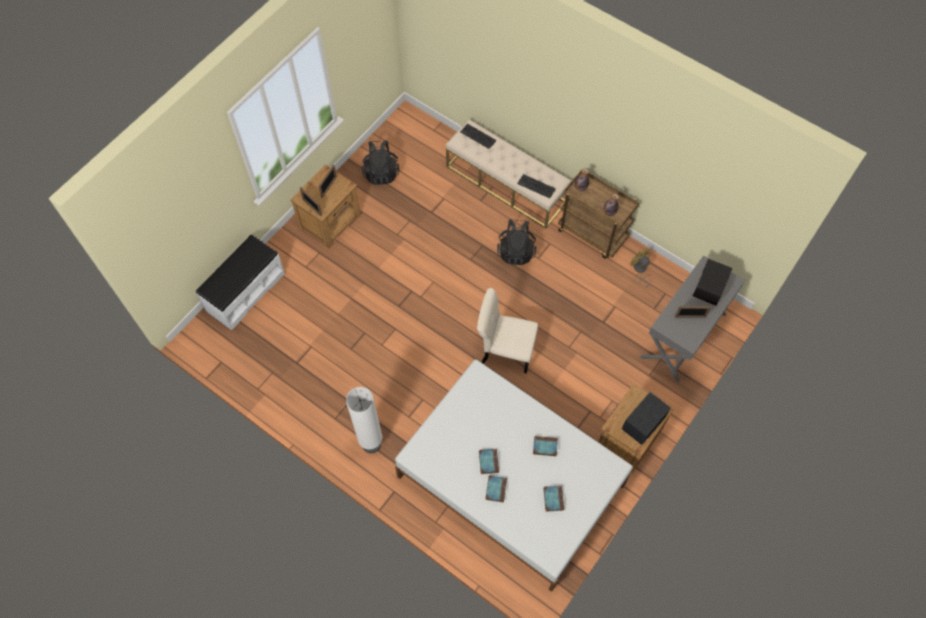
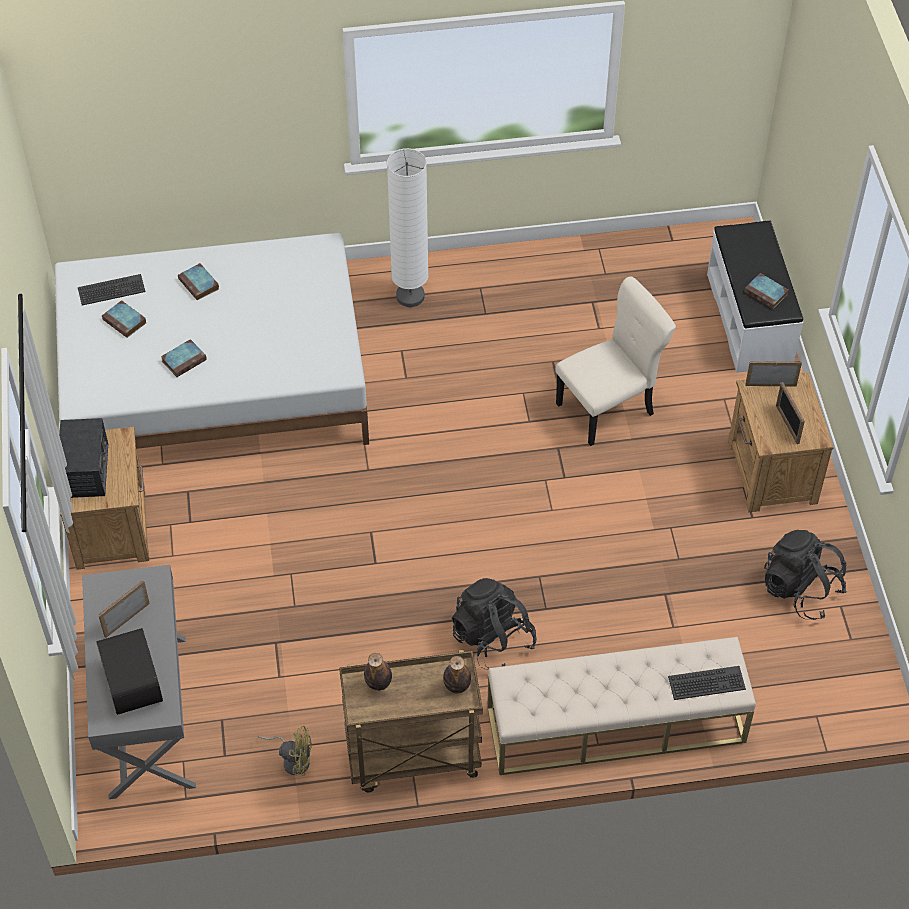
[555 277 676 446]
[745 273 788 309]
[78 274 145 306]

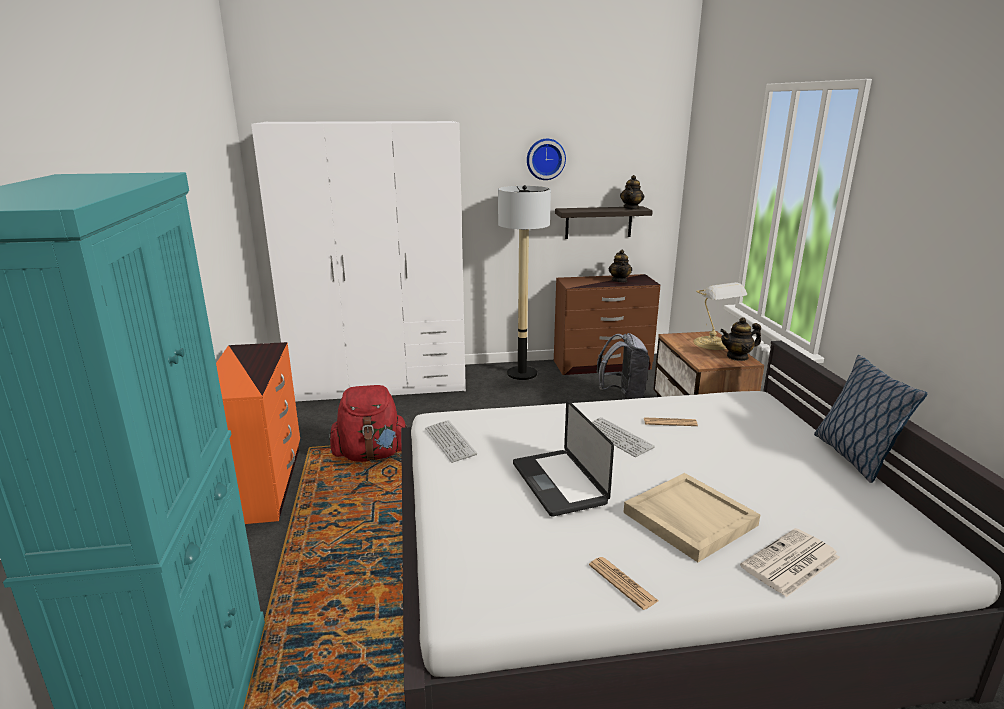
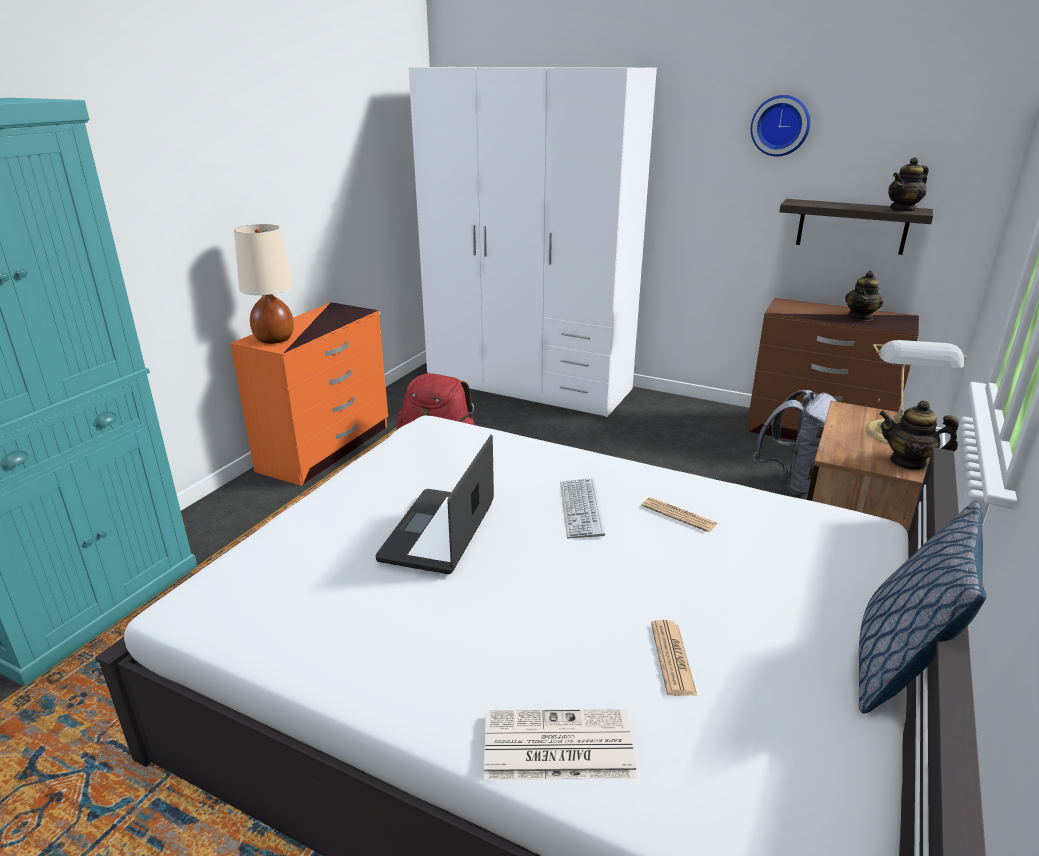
[425 420 477 463] (first image)
[498 185 551 380] (first image)
[651 620 697 696]
[623 473 760 562] (first image)
[234 224 294 344]

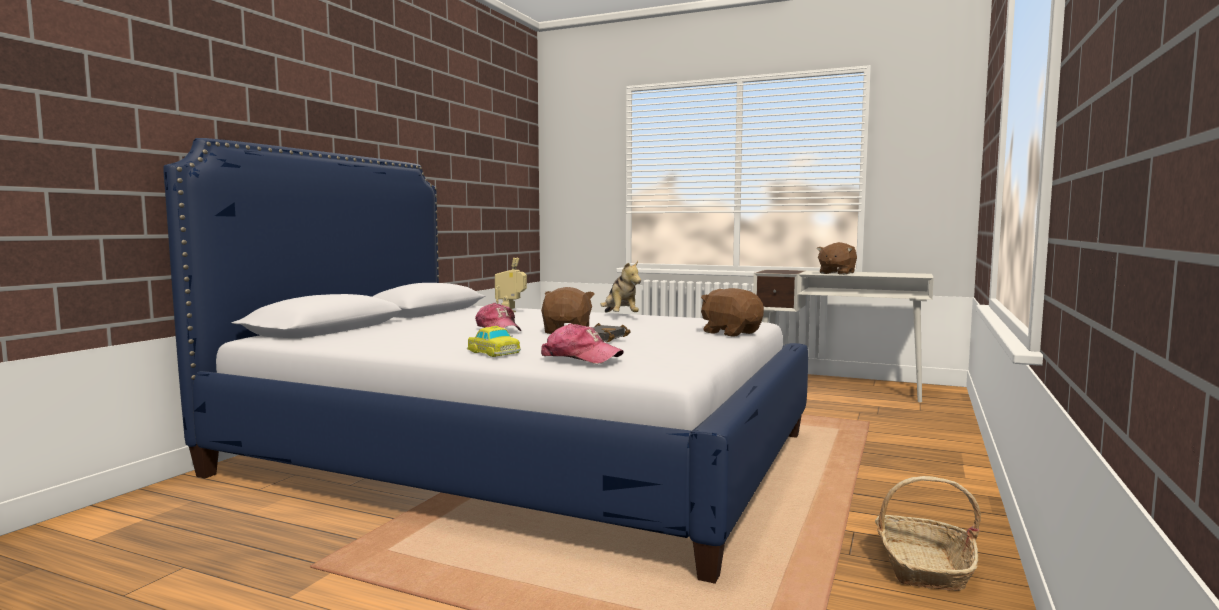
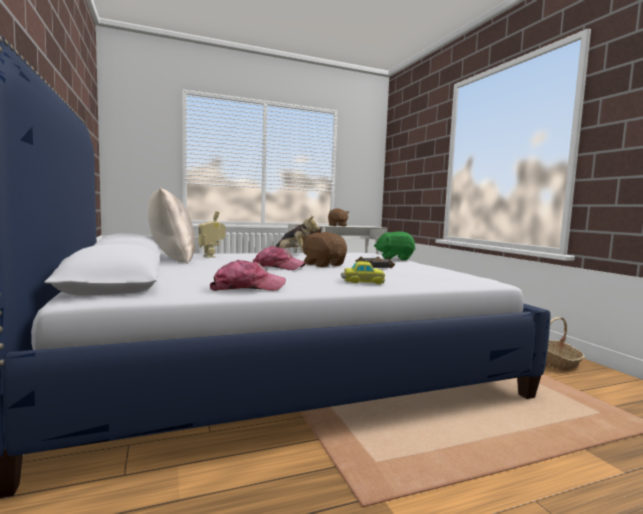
[210 260 286 291]
[374 232 416 261]
[147 188 195 263]

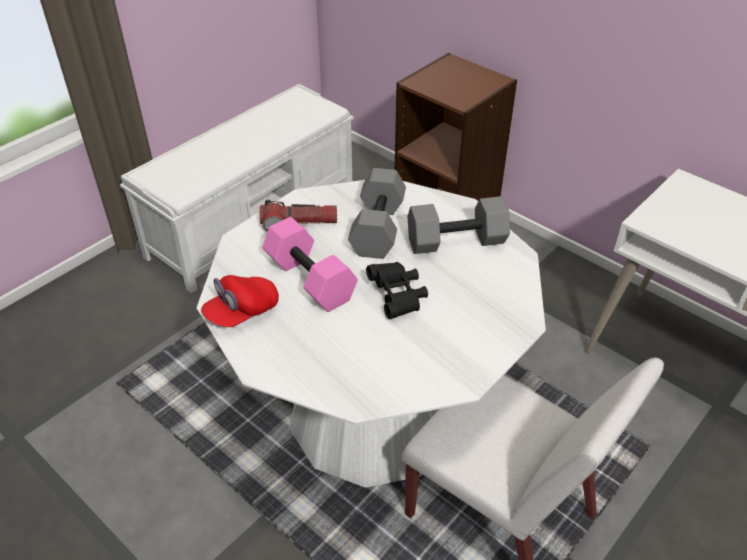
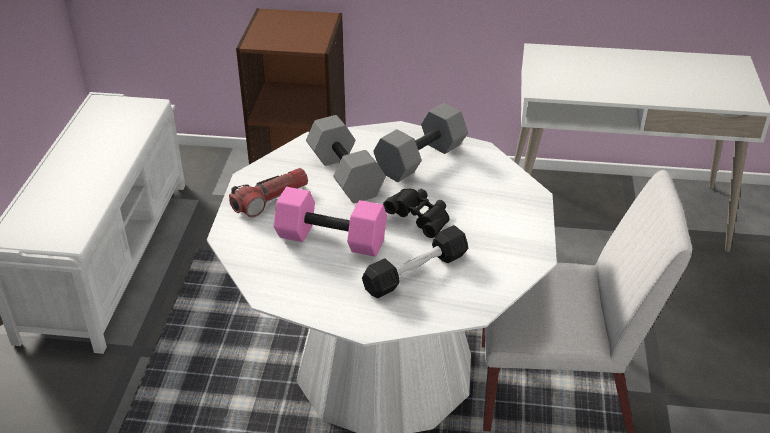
[201 275 279 327] (first image)
[362 225 468 298]

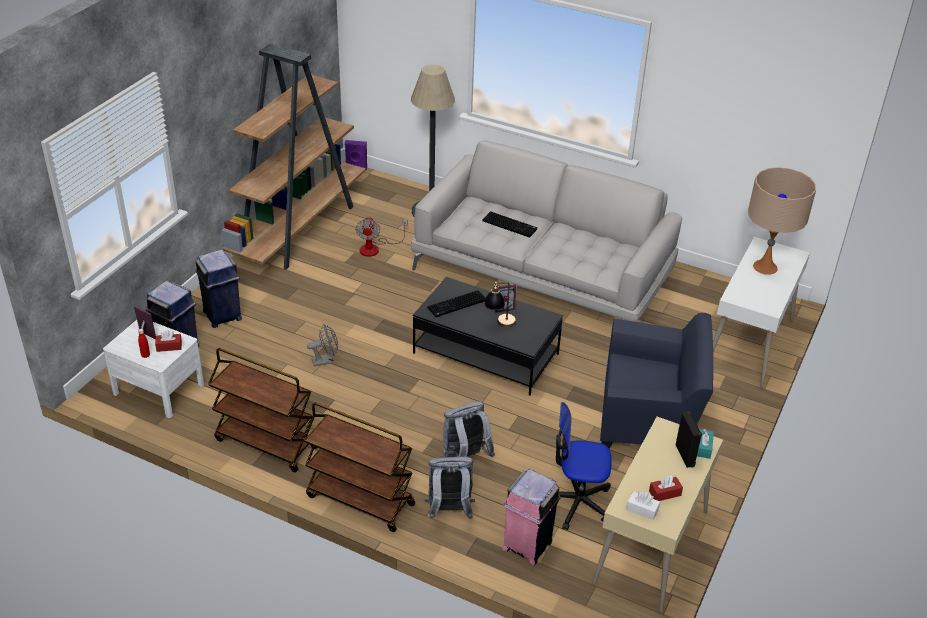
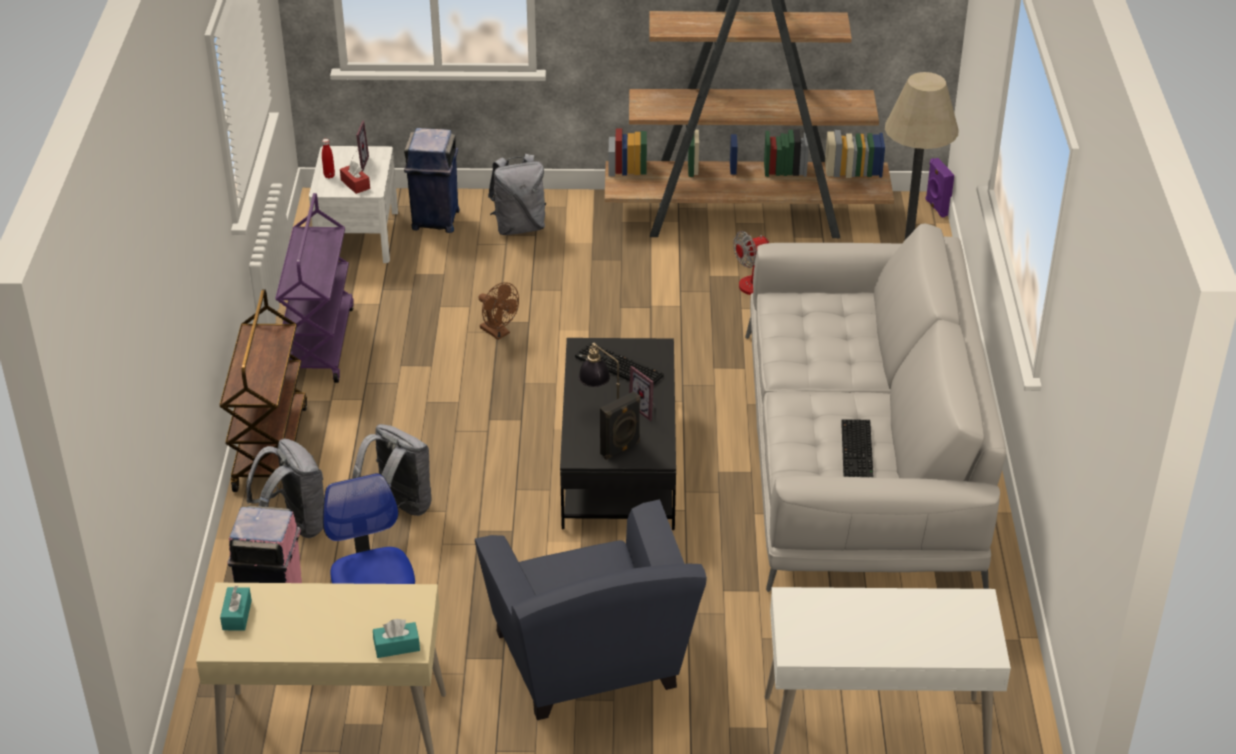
[488 153 546 235]
[275 193 353 383]
[478 282 519 340]
[841 420 874 478]
[220 586 252 631]
[649 475 683 501] (first image)
[600 391 640 460]
[748 167 816 275] (first image)

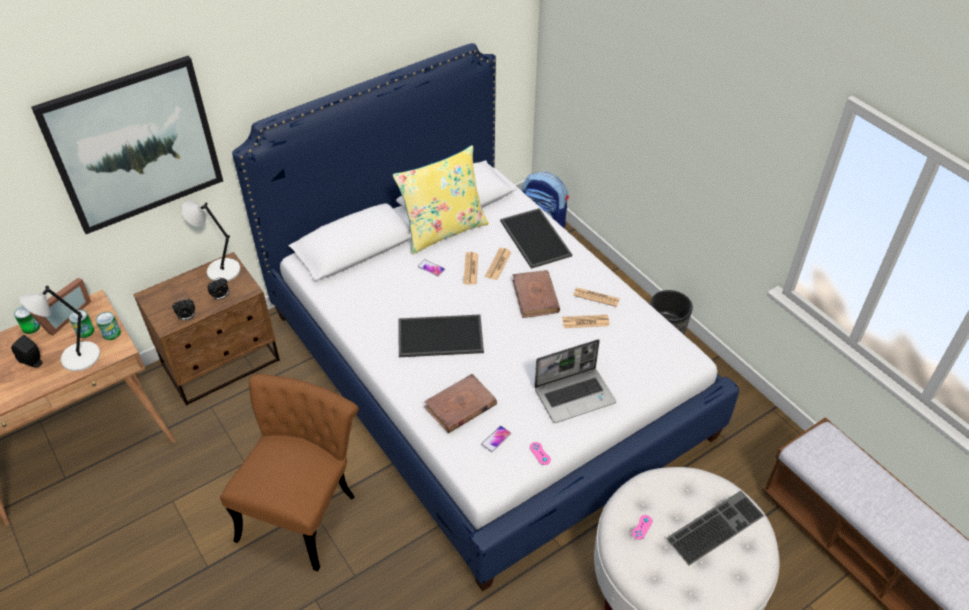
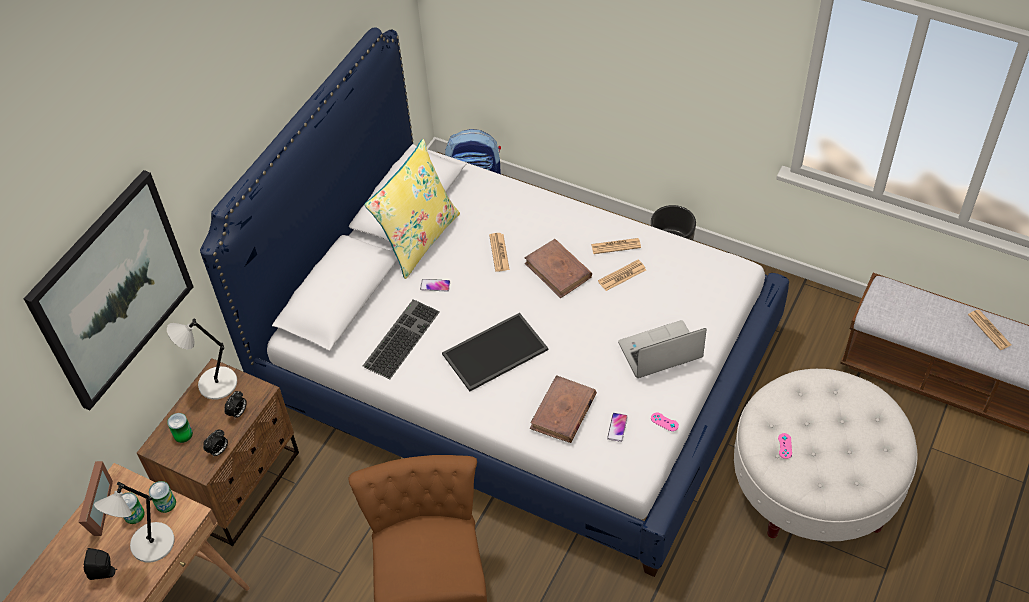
[167 413 193 443]
[968 310 1011 350]
[500 208 572 269] (first image)
[618 320 707 378]
[363 299 440 379]

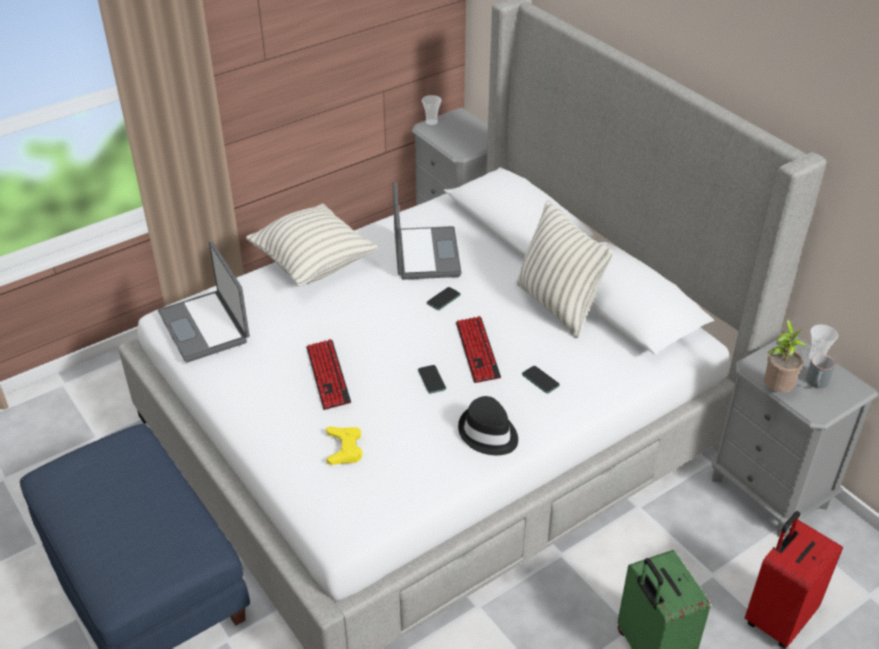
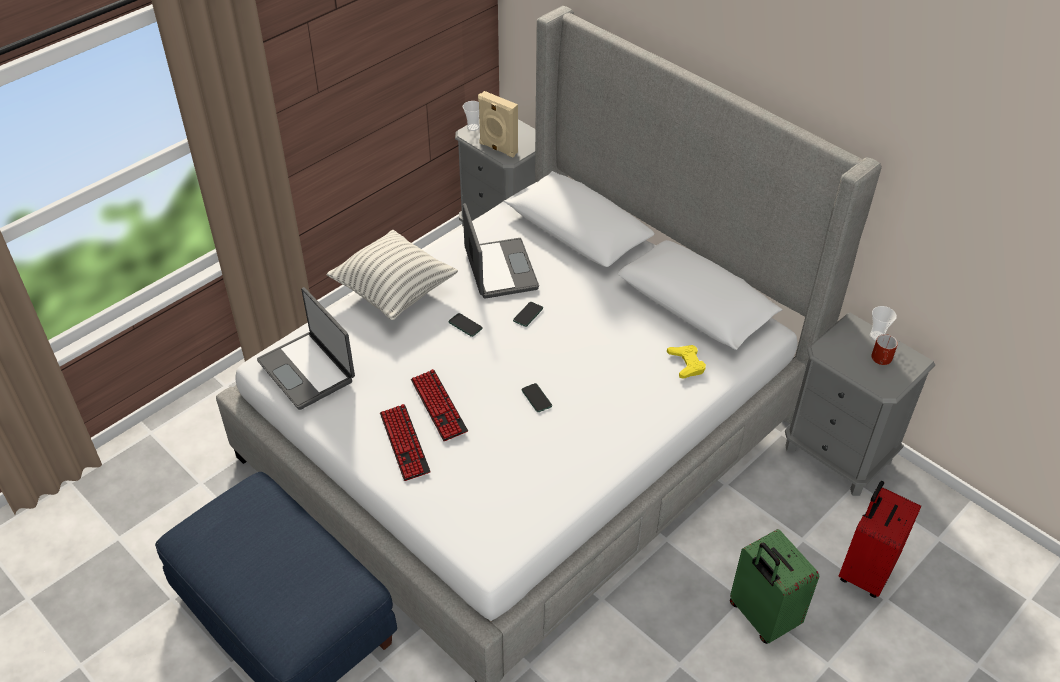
[667 345 706 379]
[380 404 431 481]
[458 396 518 455] (first image)
[516 200 613 338] (first image)
[448 313 483 337]
[764 319 807 392] (first image)
[871 334 898 365]
[478 91 518 158]

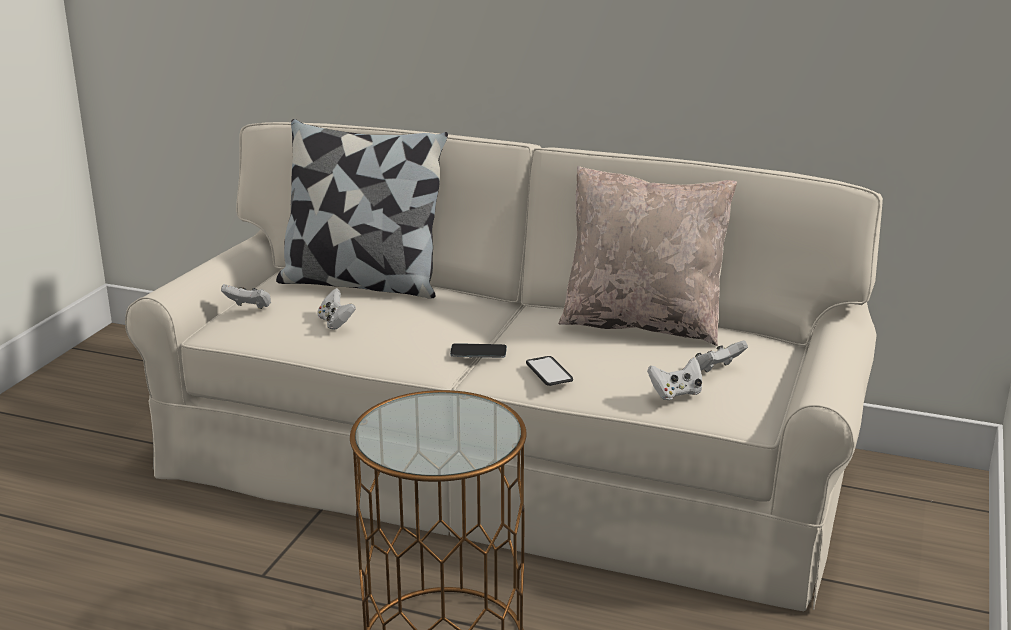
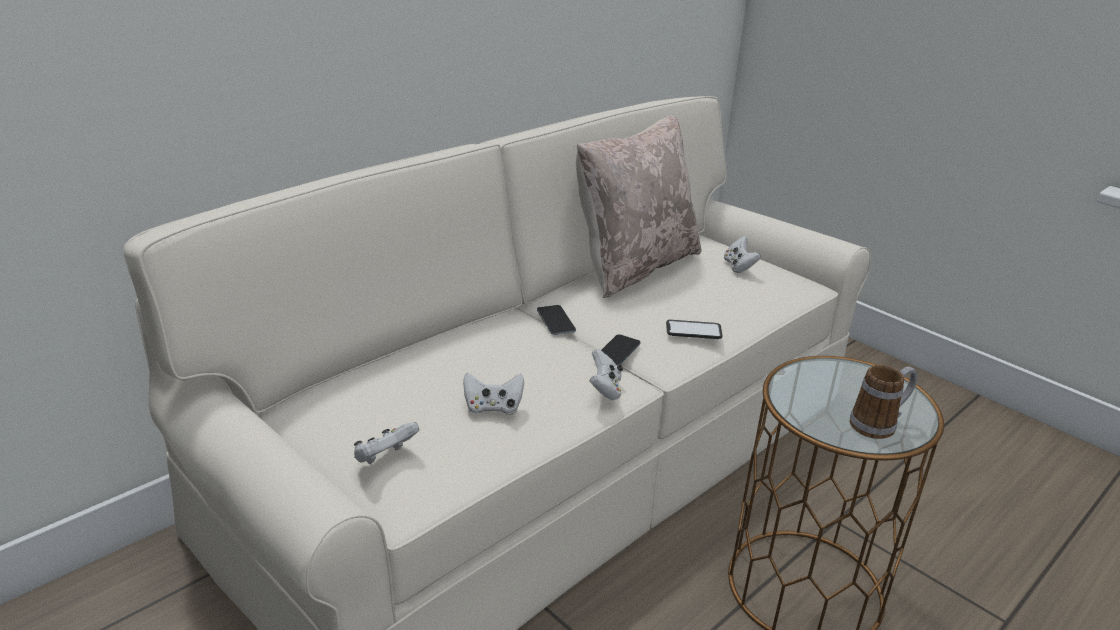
[276 119 448 298] (first image)
[590 349 623 400]
[537 305 576 335]
[849 365 918 439]

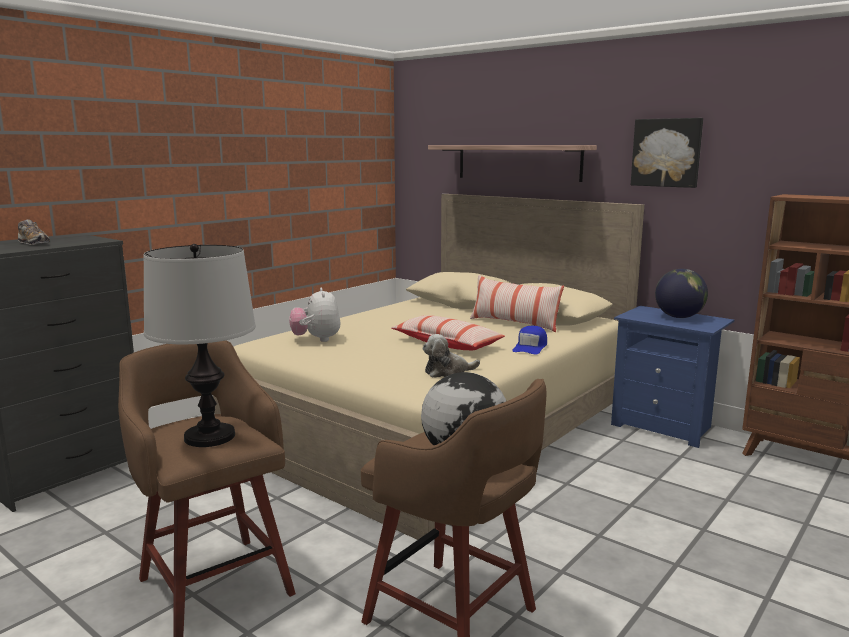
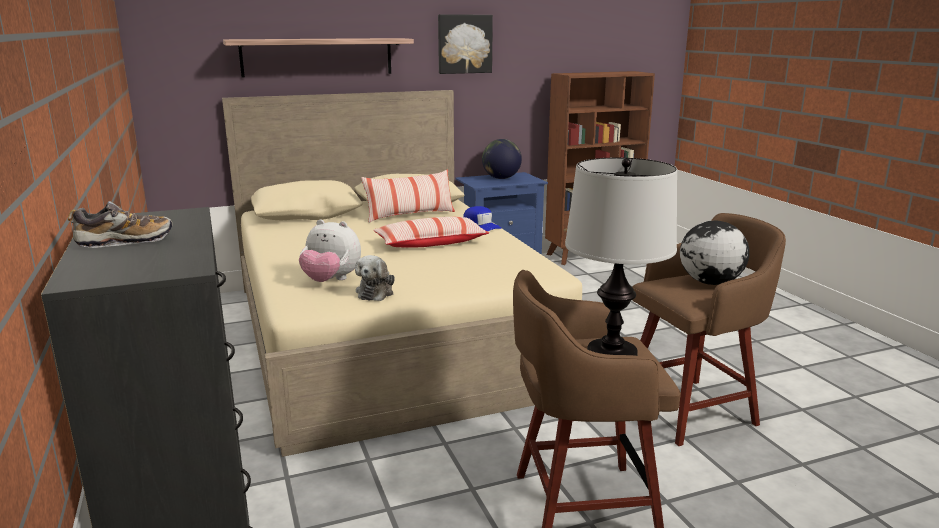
[355 255 395 301]

